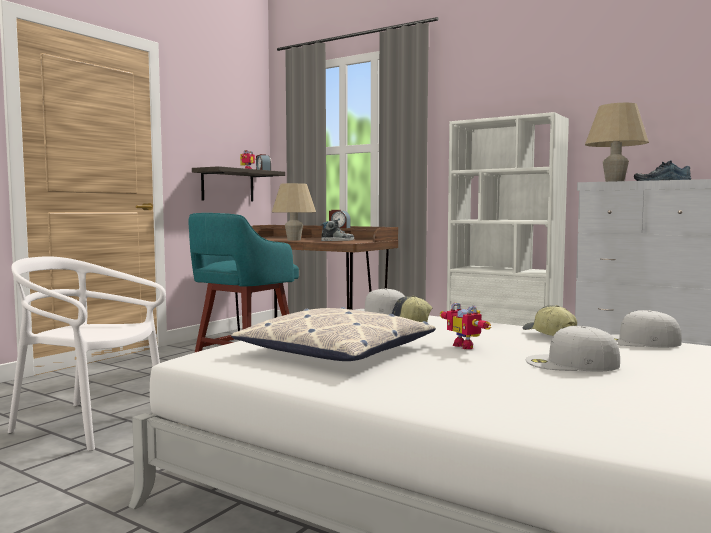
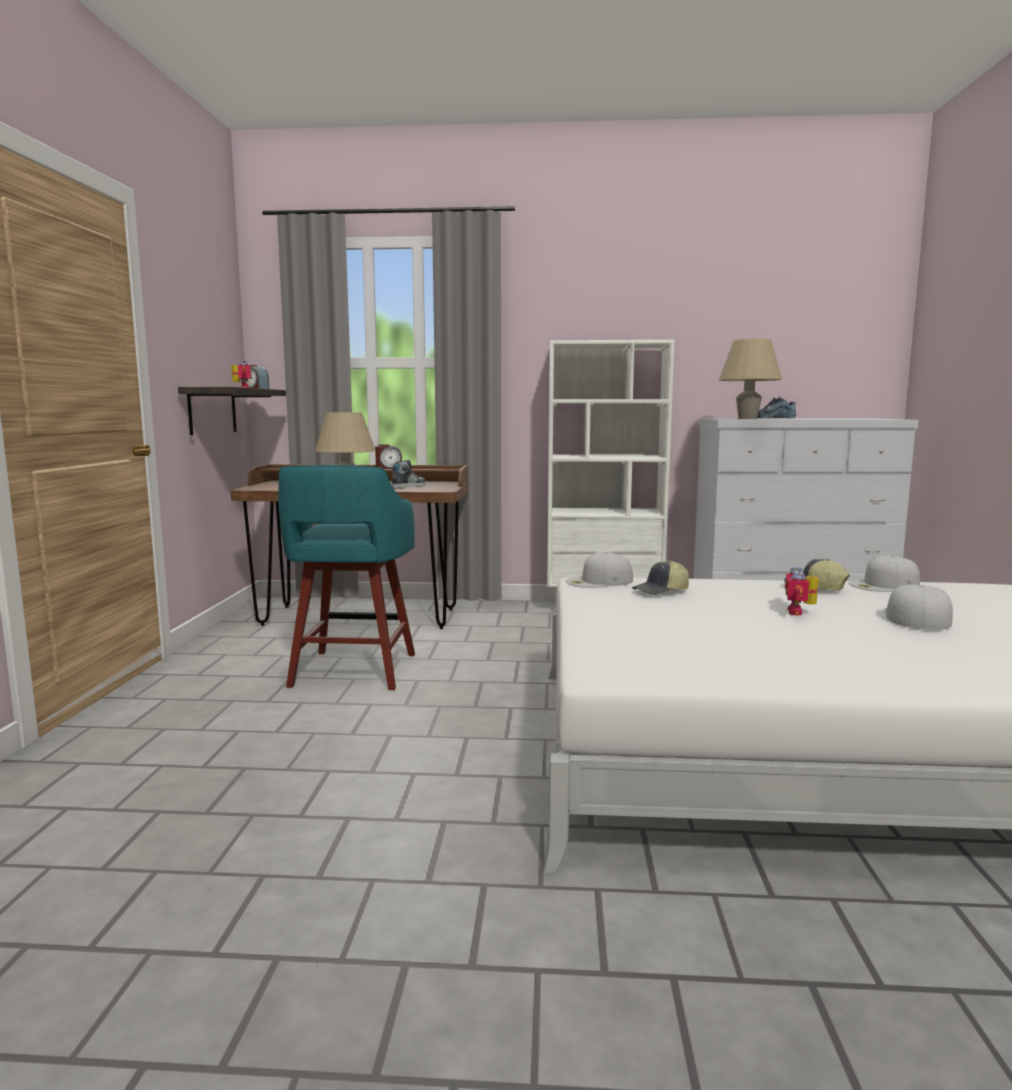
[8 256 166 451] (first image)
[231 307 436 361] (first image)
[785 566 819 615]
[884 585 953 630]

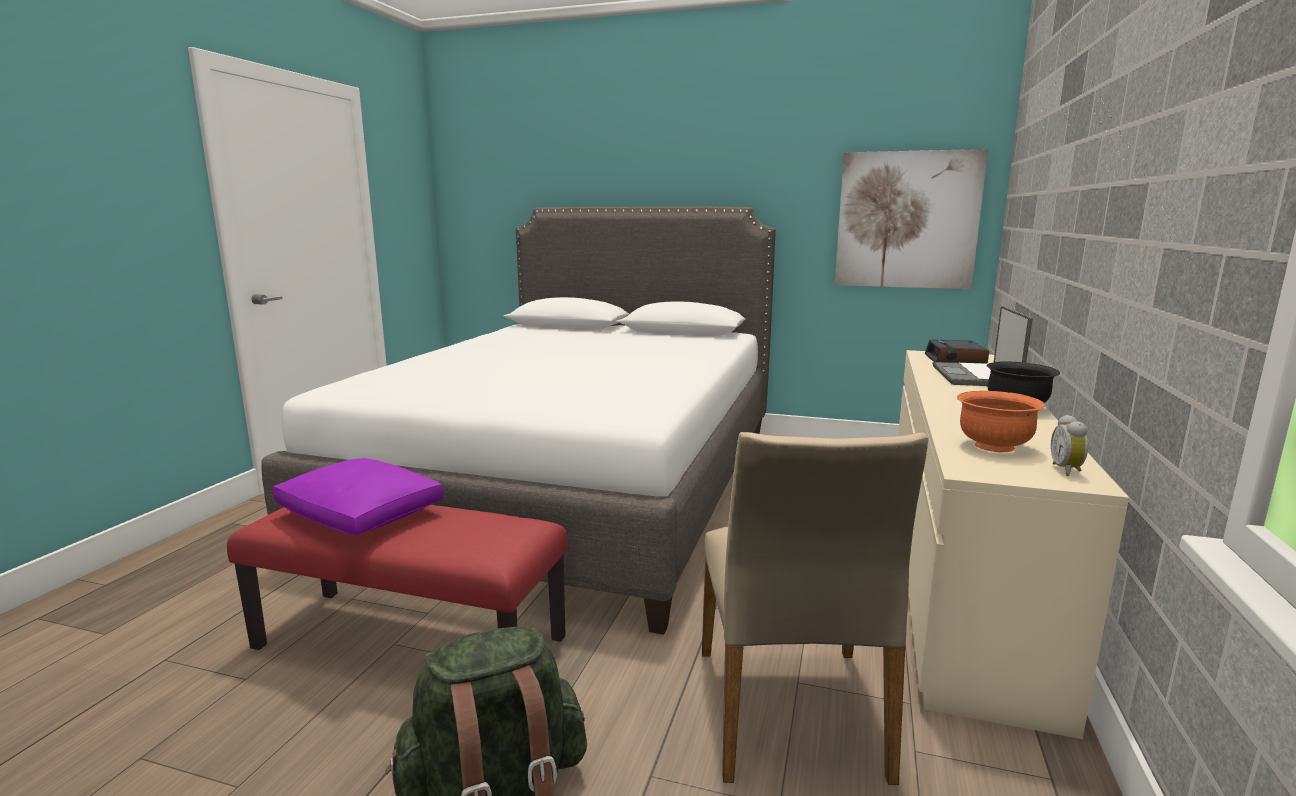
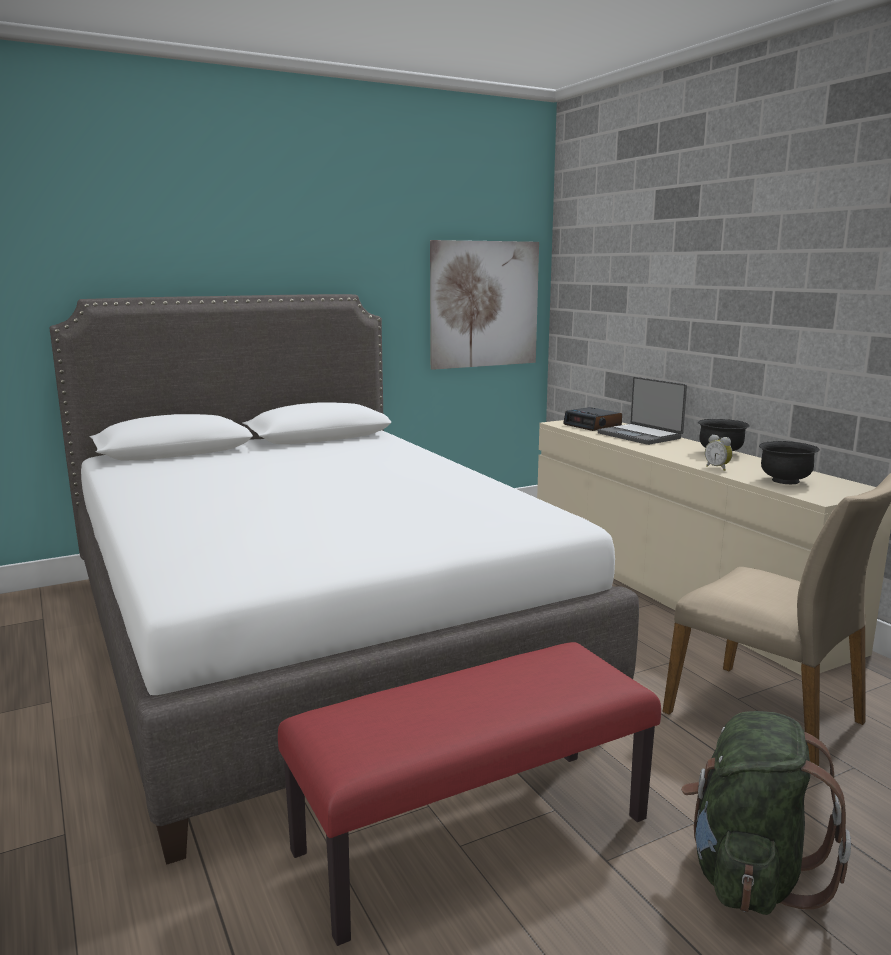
[272 458 444 535] (first image)
[759 441 820 484]
[705 434 733 471]

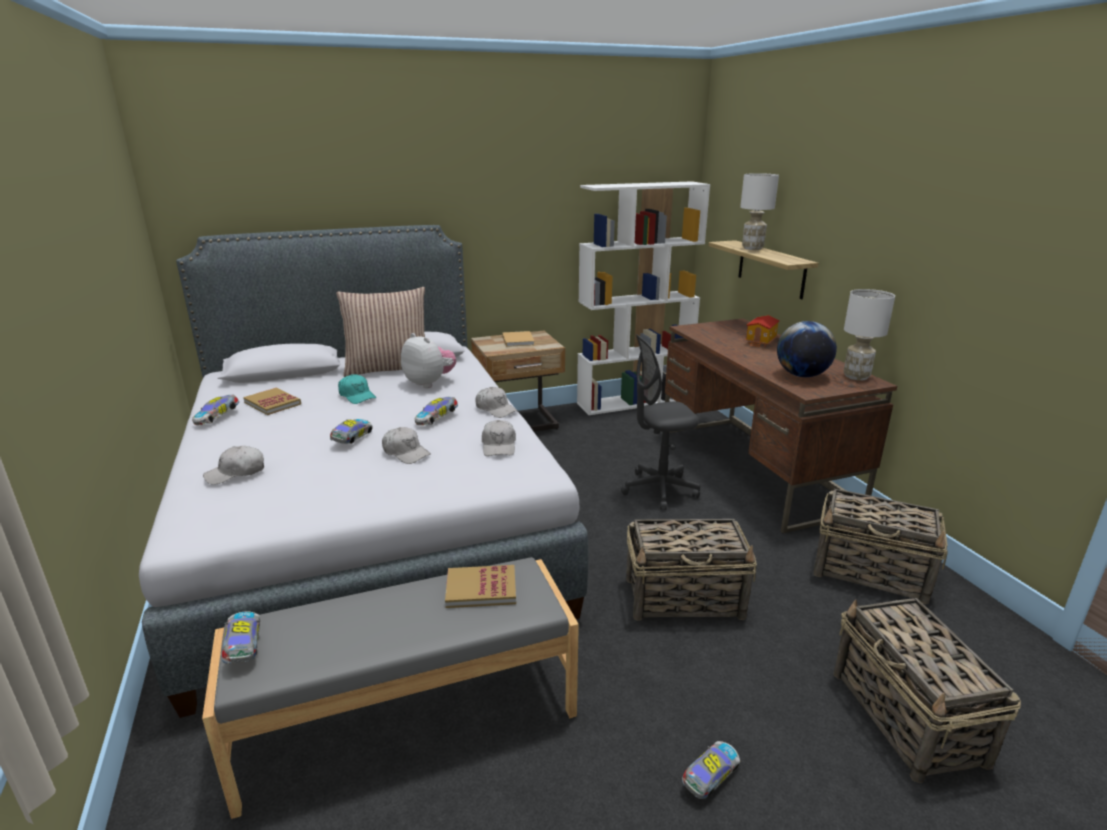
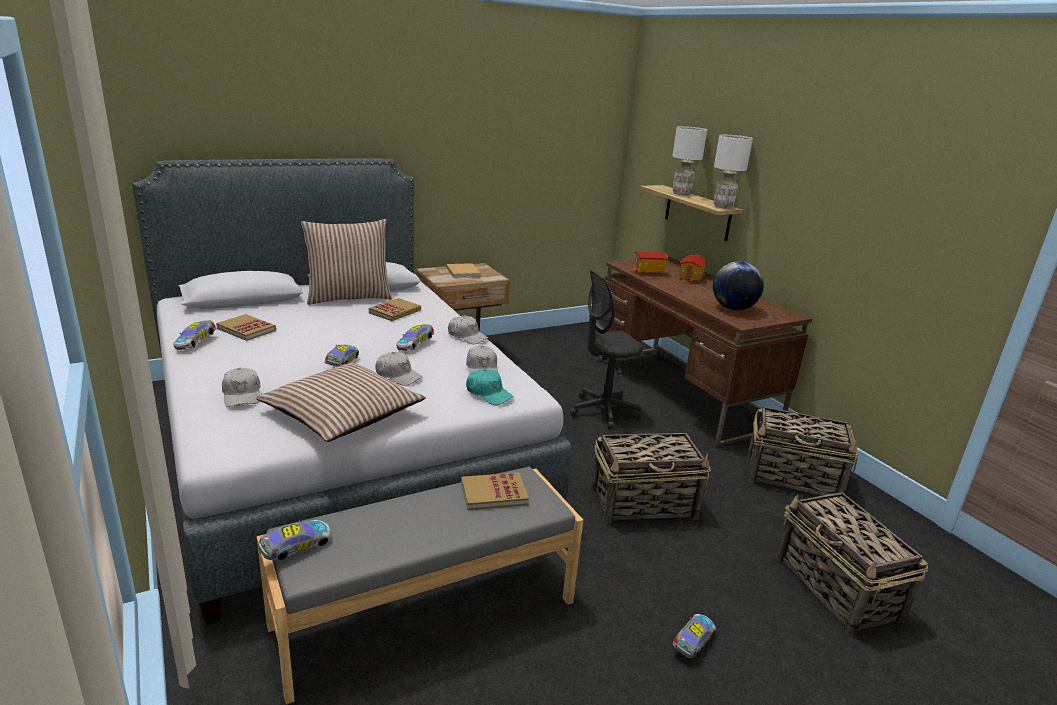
[222 368 260 407]
[258 520 331 560]
[466 369 514 405]
[369 298 421 321]
[577 181 710 415] (first image)
[713 135 753 209]
[256 363 426 442]
[631 252 668 275]

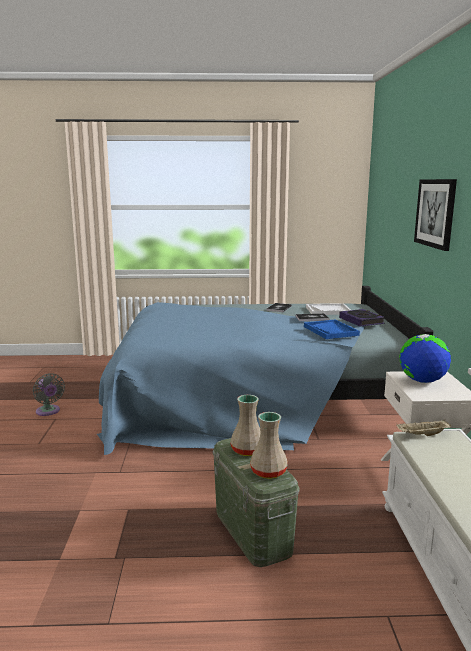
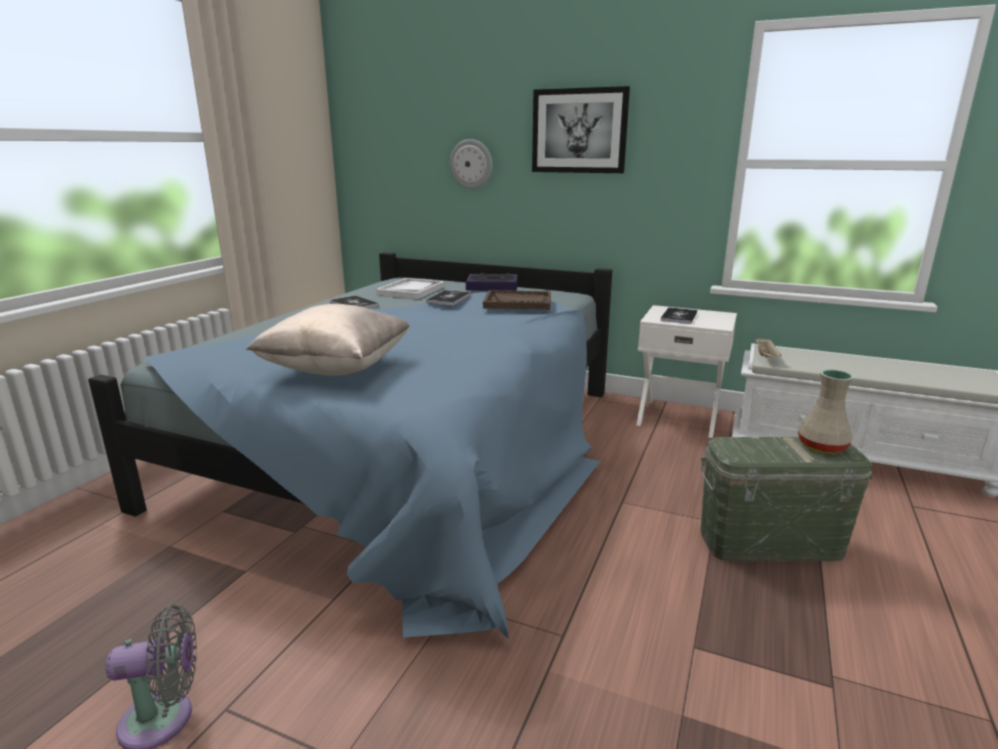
[230 395 260 456] (first image)
[483 290 551 310]
[661 307 697 324]
[246 304 410 375]
[450 139 492 189]

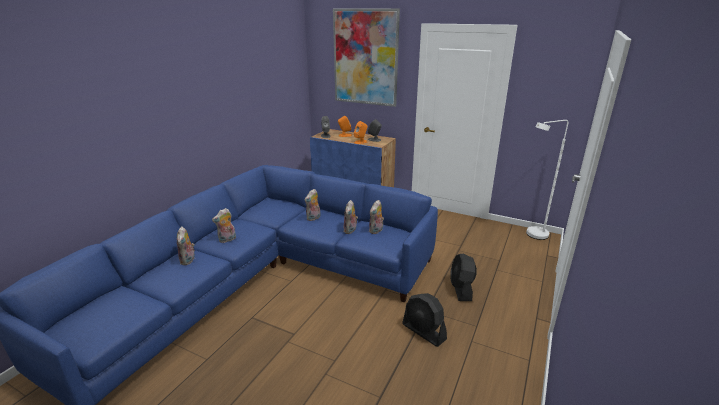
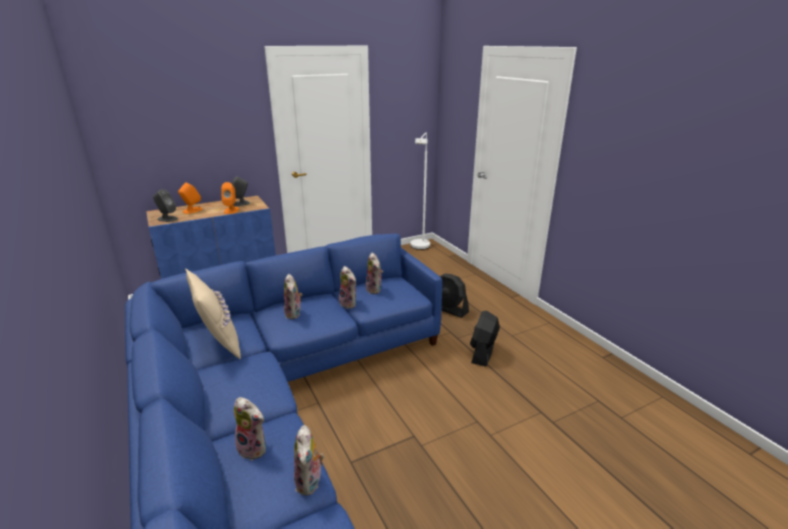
[294 425 324 496]
[333 9 400 107] (first image)
[470 310 500 366]
[185 268 241 359]

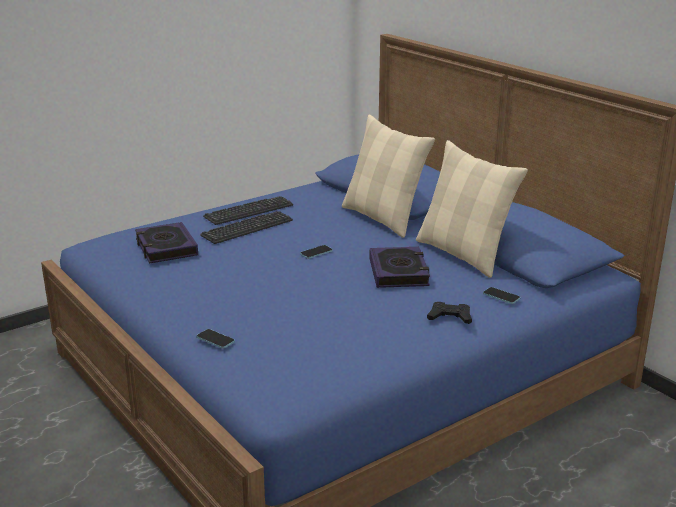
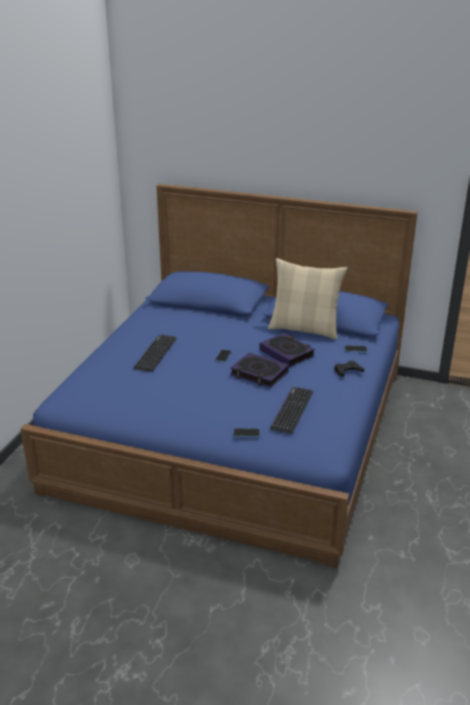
[230 352 289 388]
[270 387 313 434]
[342 115 435 238] (first image)

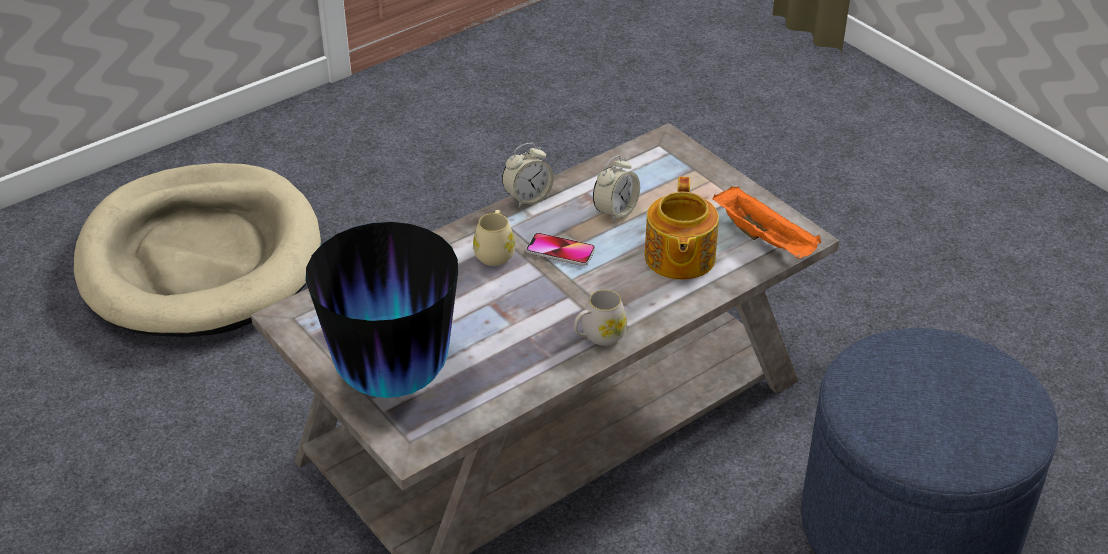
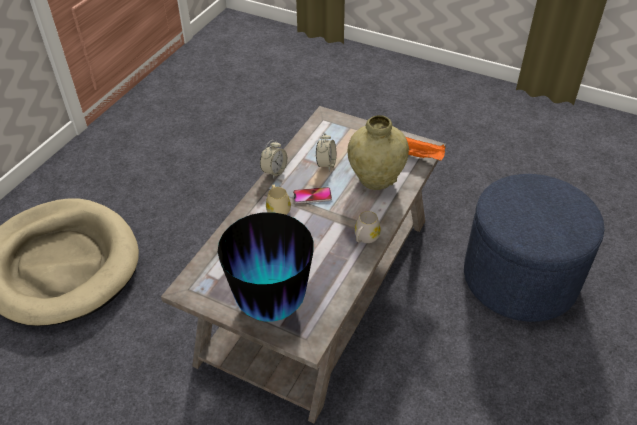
[348 115 409 190]

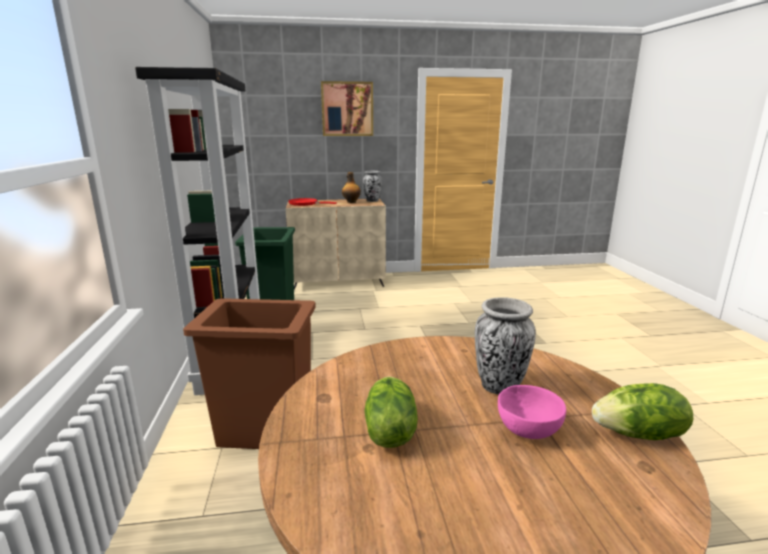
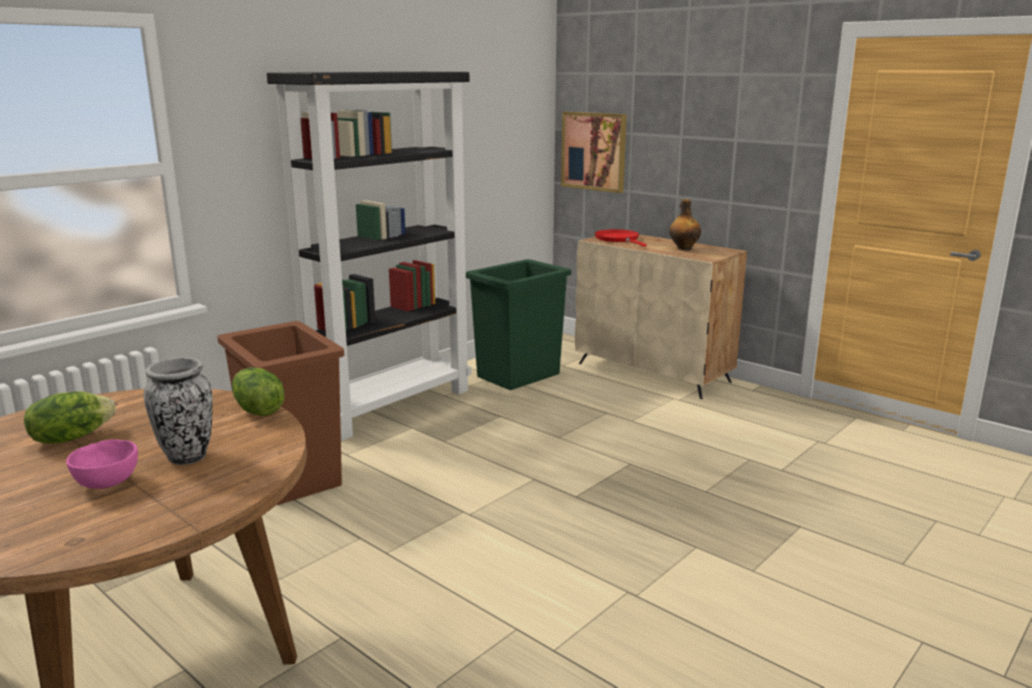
[561 112 627 193]
[363 171 382 202] (first image)
[232 368 285 416]

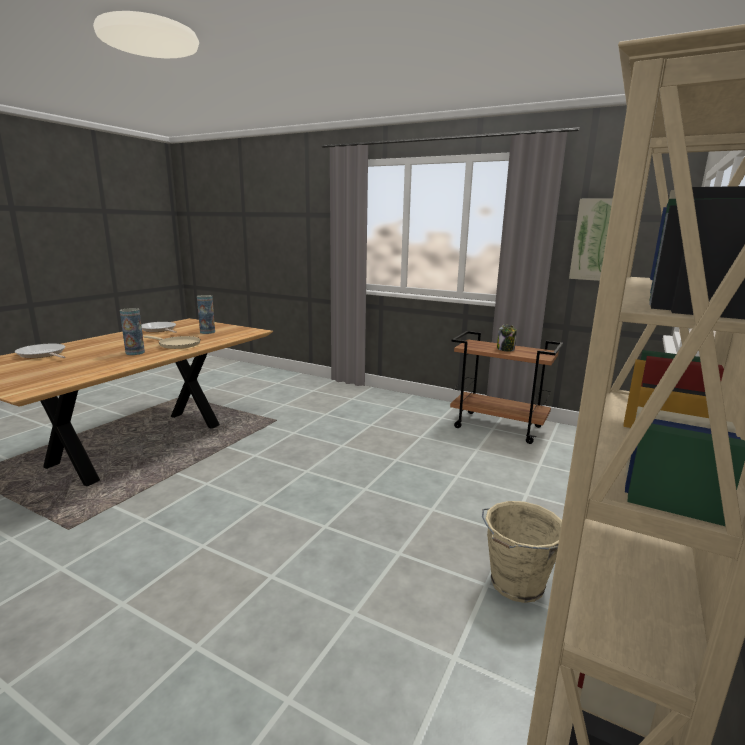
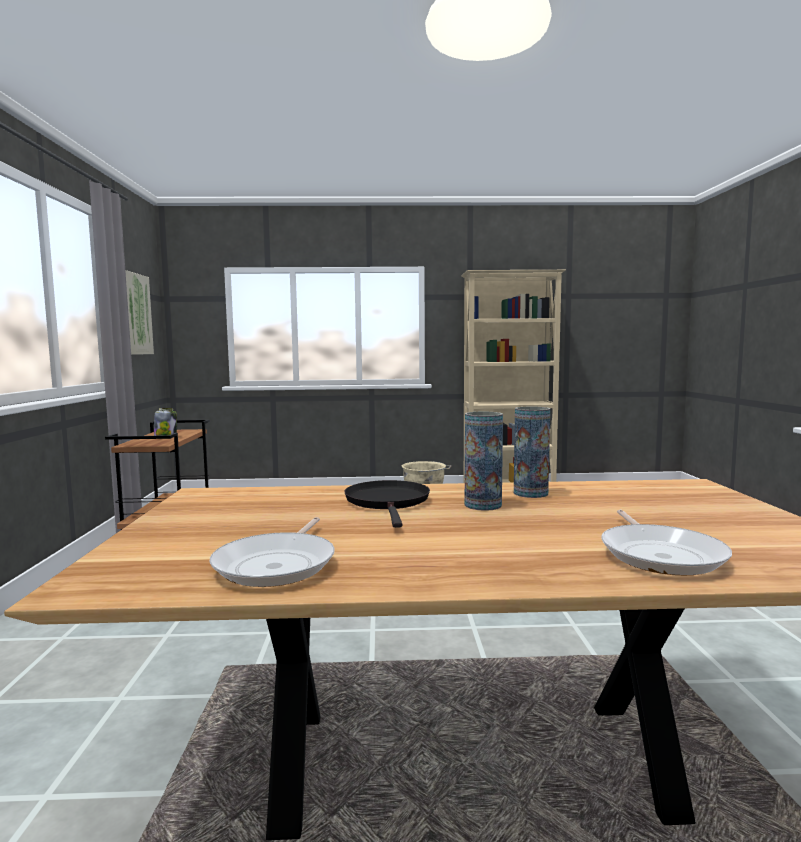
[344 480 430 528]
[514 407 550 498]

